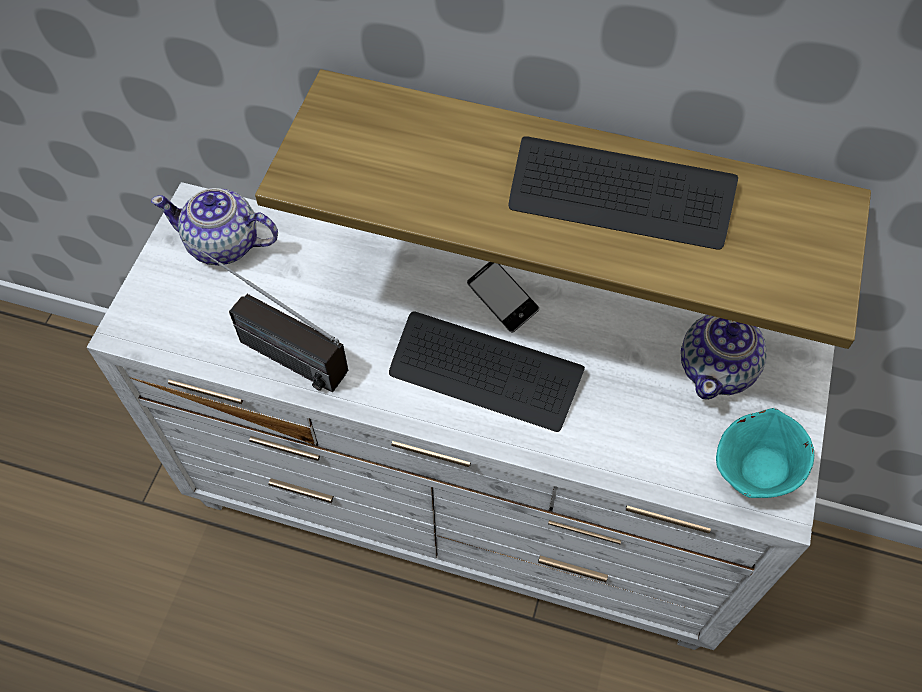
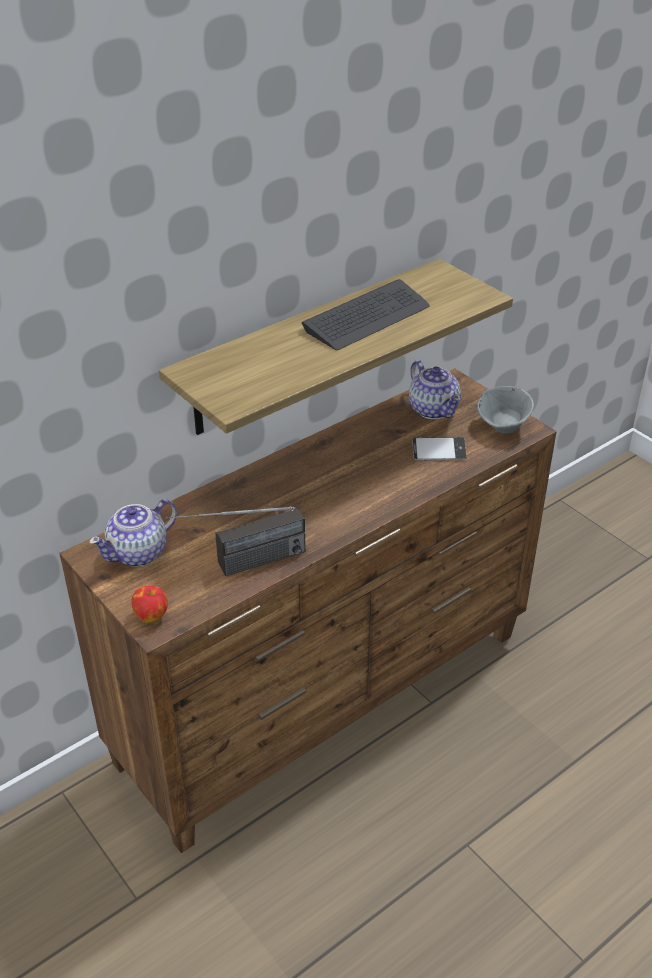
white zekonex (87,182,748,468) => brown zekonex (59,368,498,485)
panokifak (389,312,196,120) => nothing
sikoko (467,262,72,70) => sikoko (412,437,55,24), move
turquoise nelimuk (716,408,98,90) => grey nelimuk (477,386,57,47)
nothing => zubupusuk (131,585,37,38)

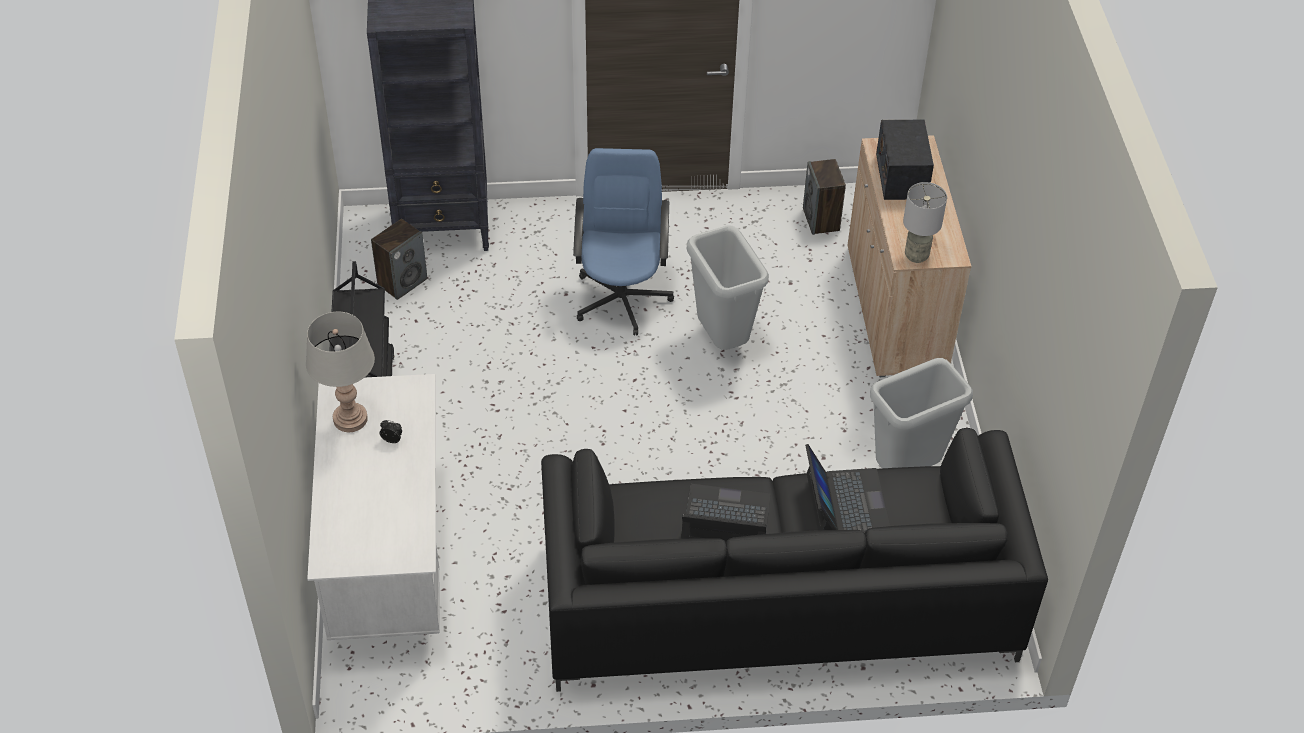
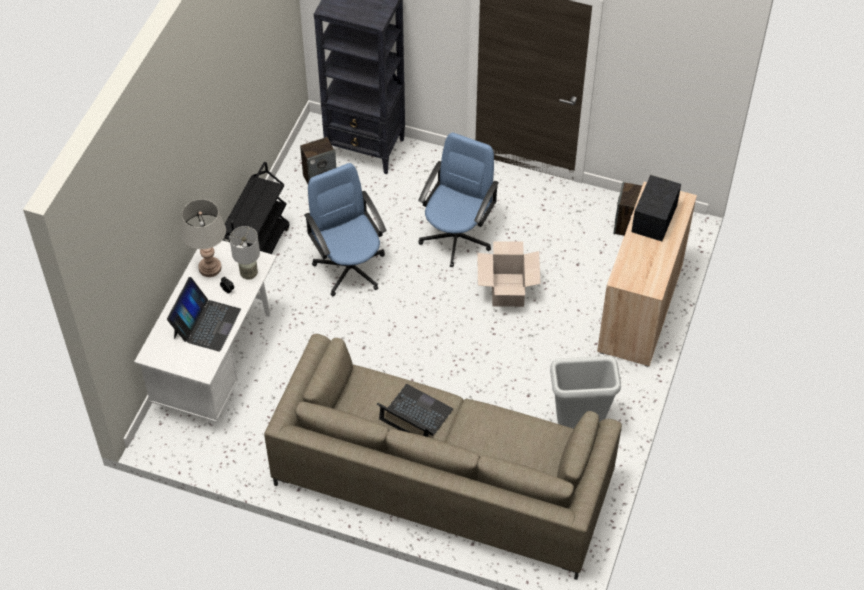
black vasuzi (541,428,507,264) => beige vasuzi (264,334,358,246)
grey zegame (687,225,82,125) => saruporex (477,241,64,66)
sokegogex (805,444,85,89) => sokegogex (167,277,74,75), move
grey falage (903,182,44,81) => grey falage (230,226,30,54), move
nothing => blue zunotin (304,163,83,133)

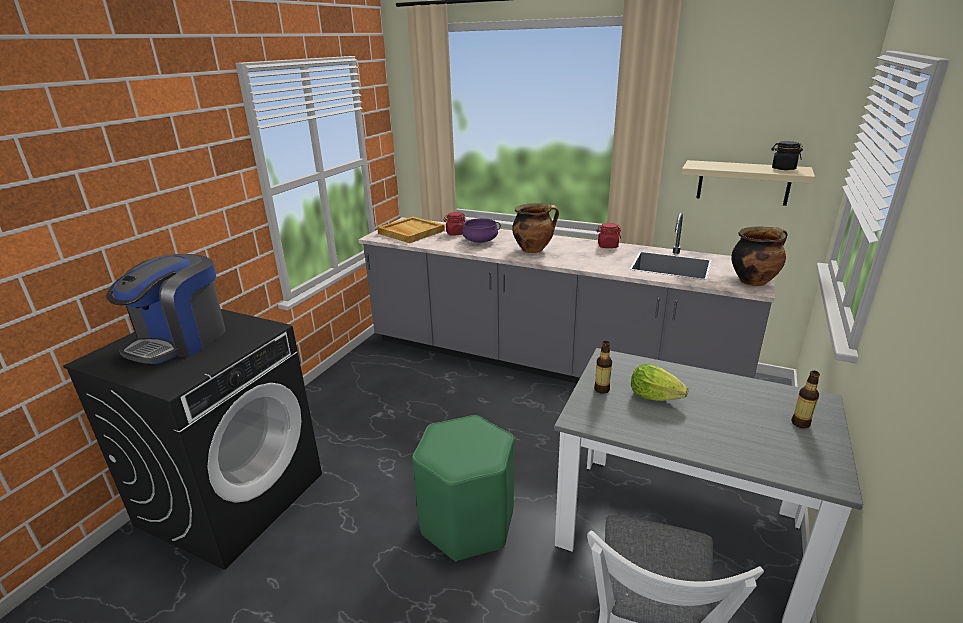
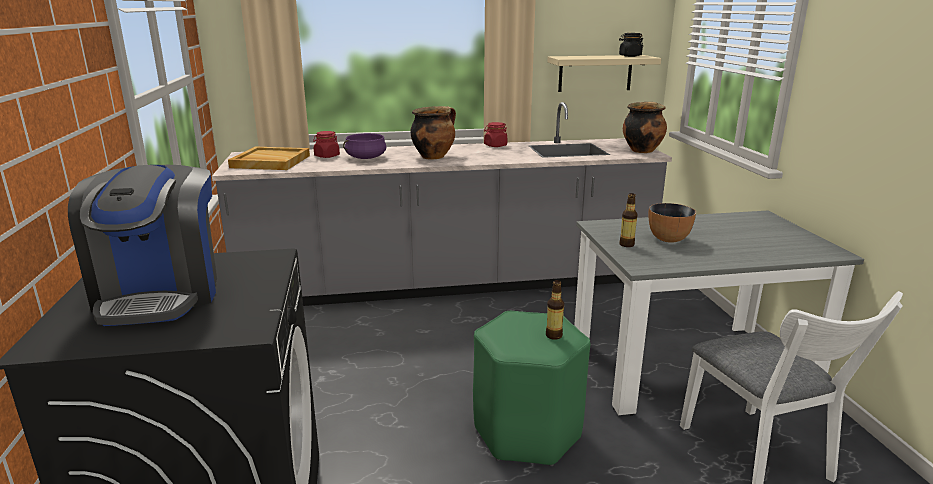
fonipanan (631,364,57,37) => nelimuk (649,203,47,40)
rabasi (792,371,28,57) => rabasi (546,280,18,60), move

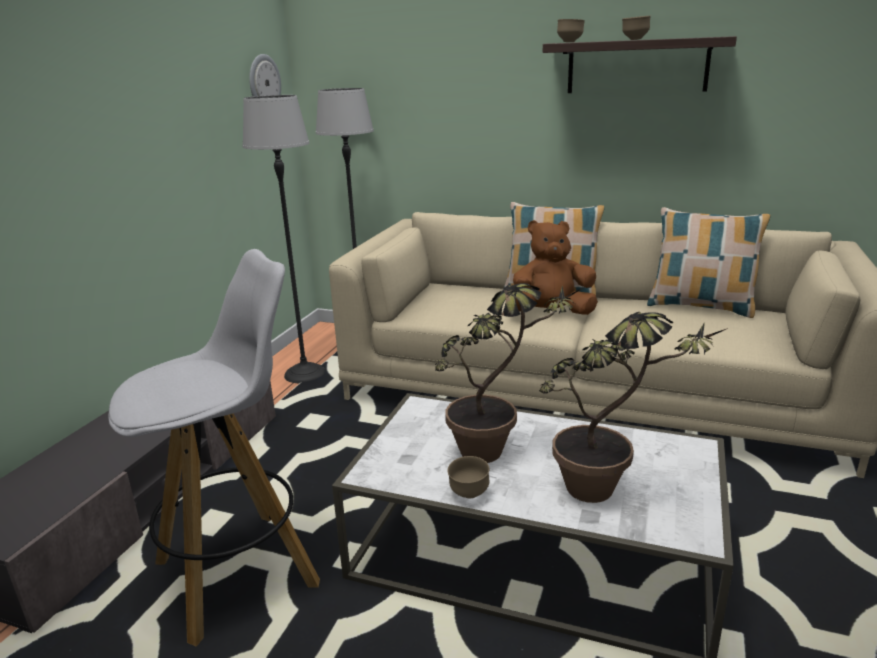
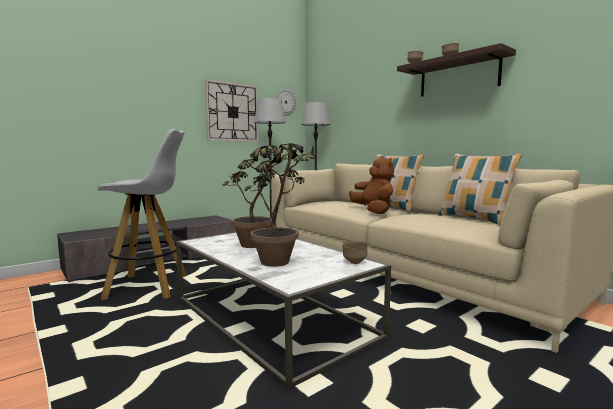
brown nelimuk (447,456,42,42) => brown nelimuk (342,241,26,23), move
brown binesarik (513,220,85,95) => brown binesarik (349,156,45,58), 45 degrees clockwise
nothing => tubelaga (205,79,54,63)

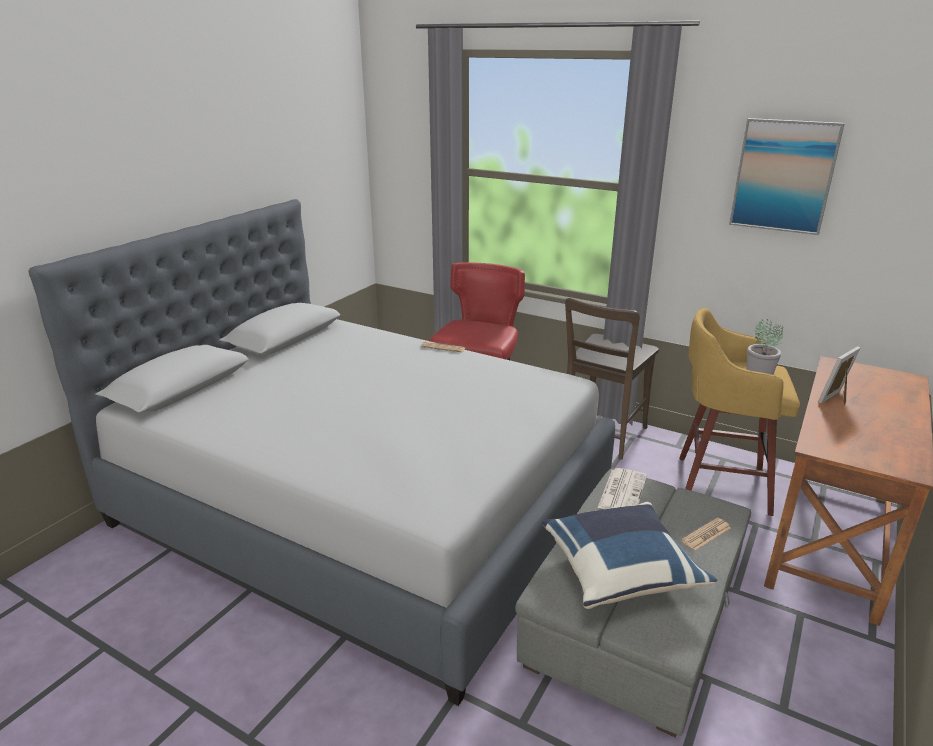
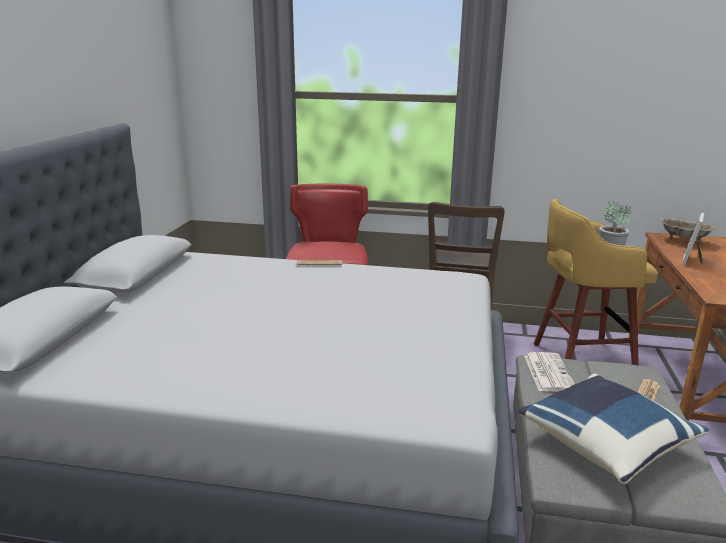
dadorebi (729,118,116,117) => nothing
nothing => beige nelimuk (660,217,57,29)

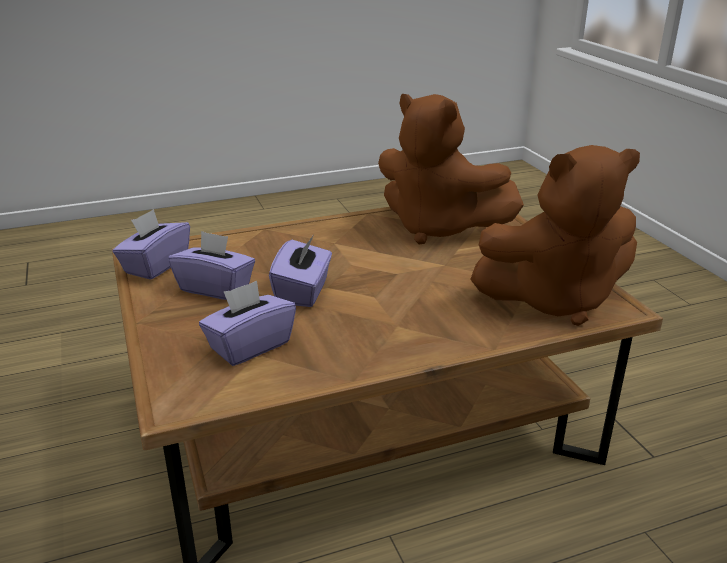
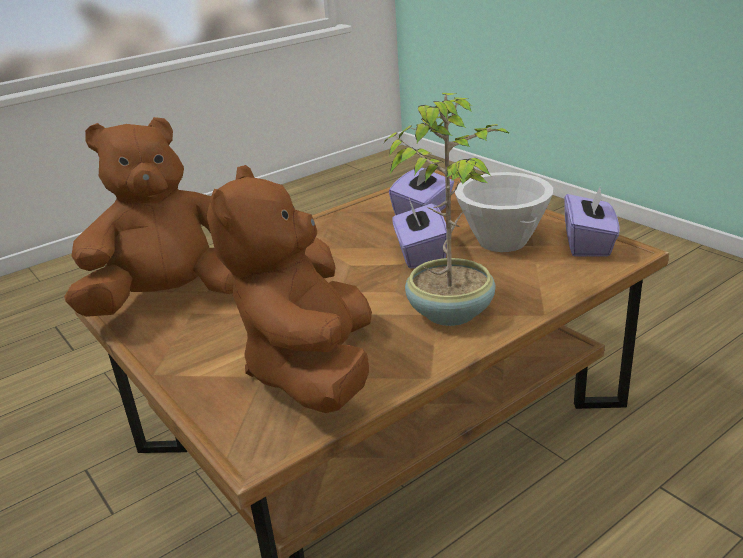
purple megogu (168,231,87,69) => white nelimuk (455,172,98,80)
brown binesarik (378,94,146,150) => brown binesarik (207,165,165,248), 105 degrees counterclockwise
nothing => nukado (384,93,126,233)

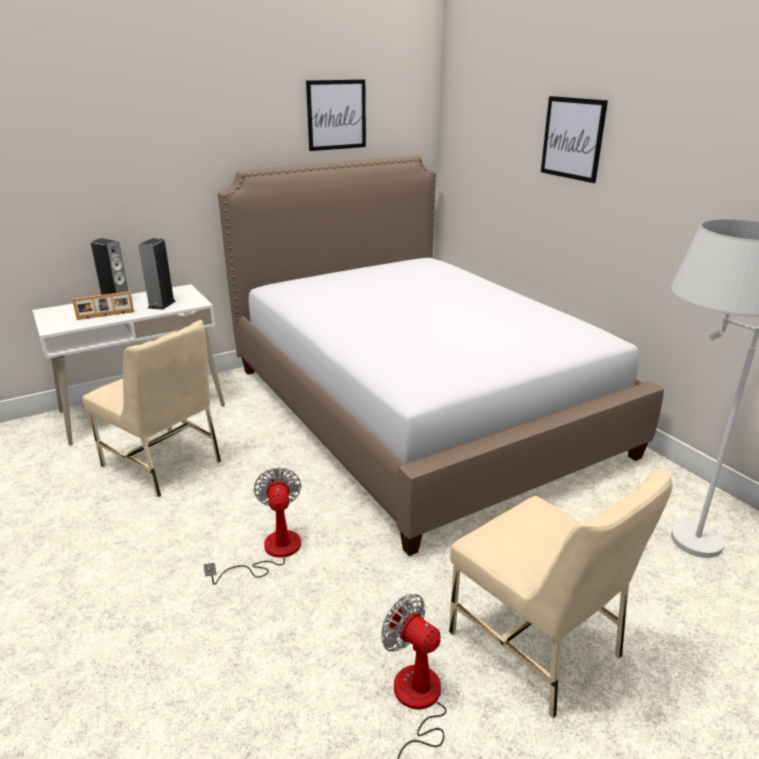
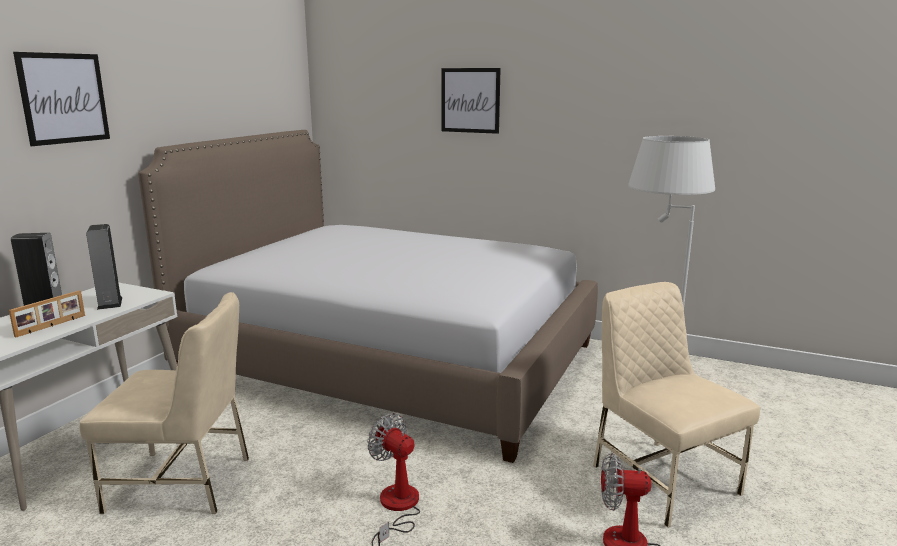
dadorebi (306,79,60,72) => dadorebi (13,52,97,94), move
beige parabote (449,469,224,249) => beige parabote (593,282,167,246), 135 degrees counterclockwise

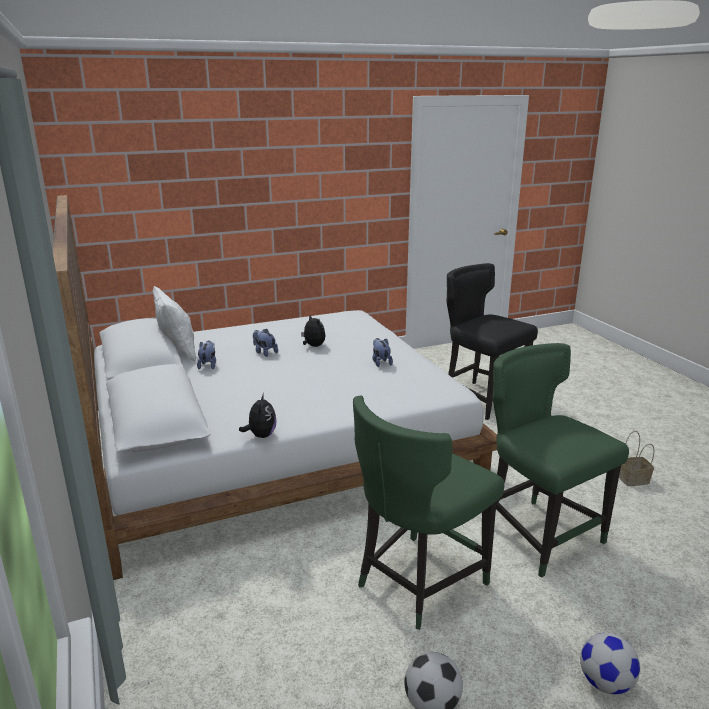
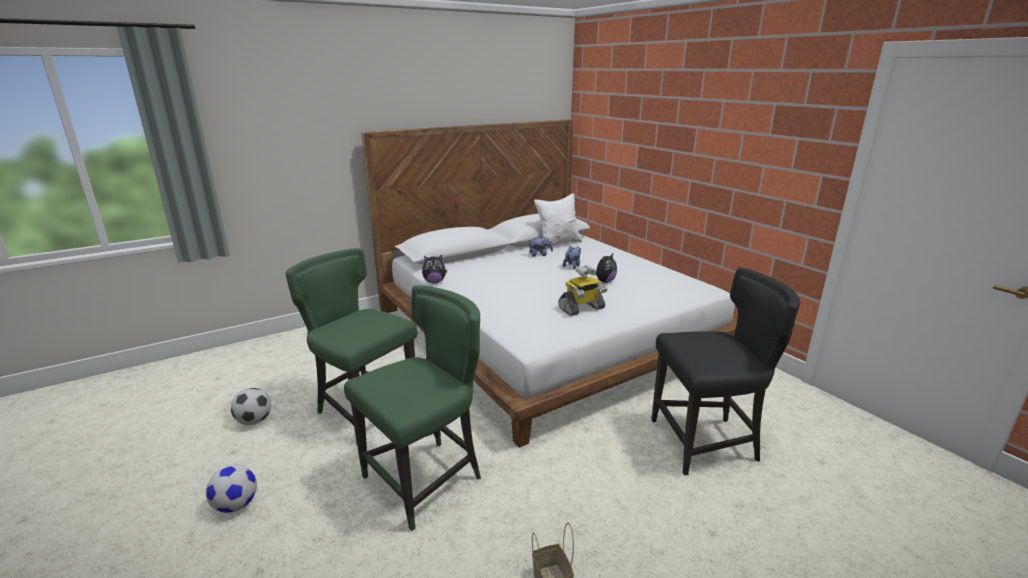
binesarik (373,338,20,29) => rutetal (558,265,49,51)
black parabote (446,263,92,157) => black parabote (651,267,149,208), 45 degrees clockwise

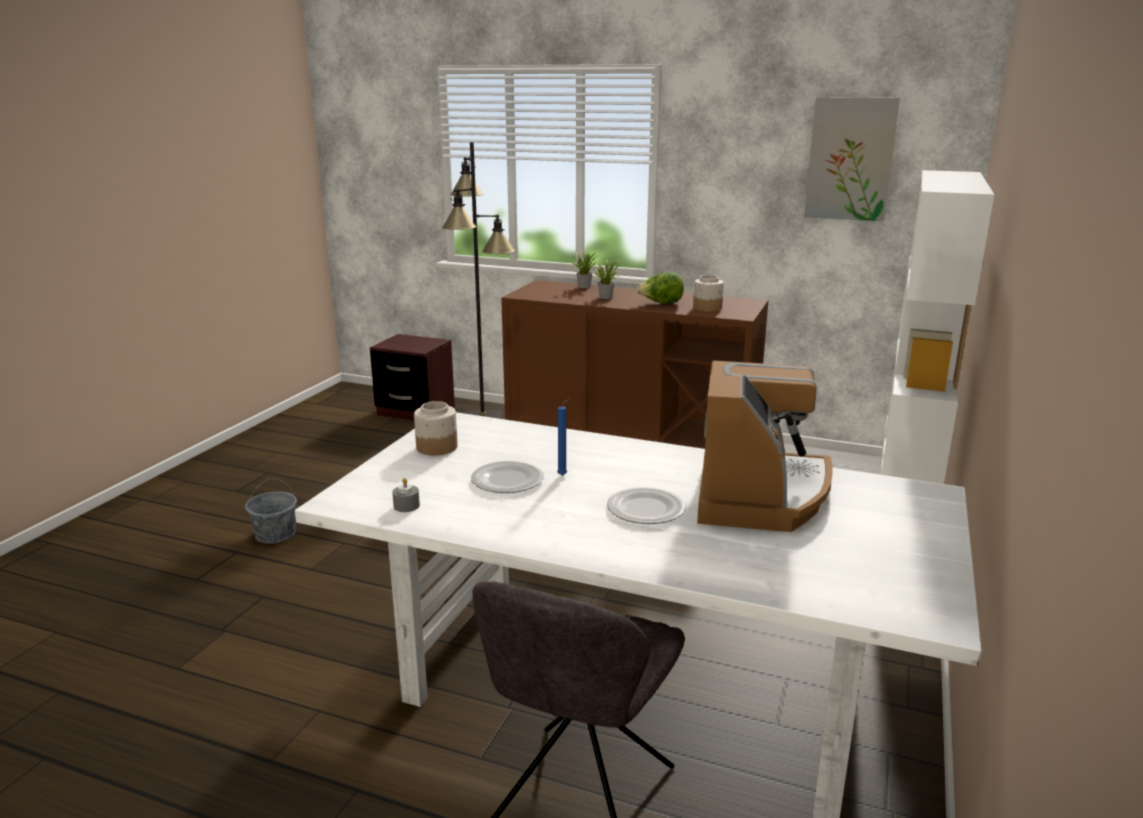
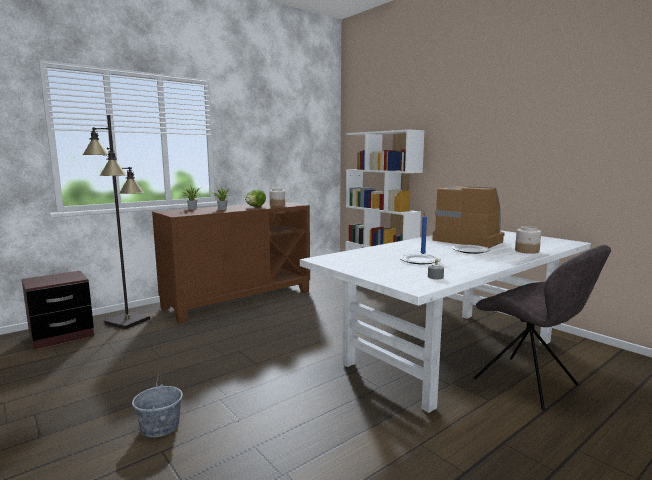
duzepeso (414,401,44,54) => duzepeso (515,226,26,28), move
dadorebi (804,97,96,124) => nothing

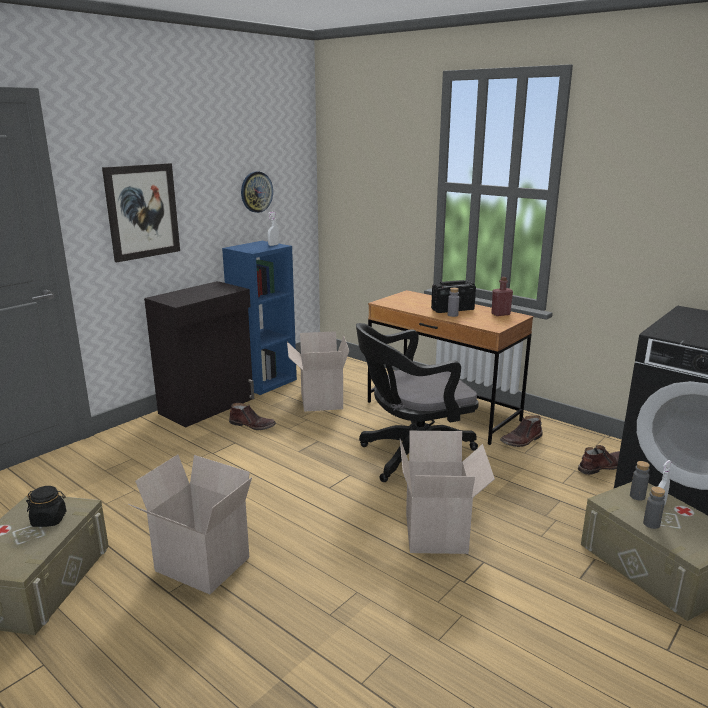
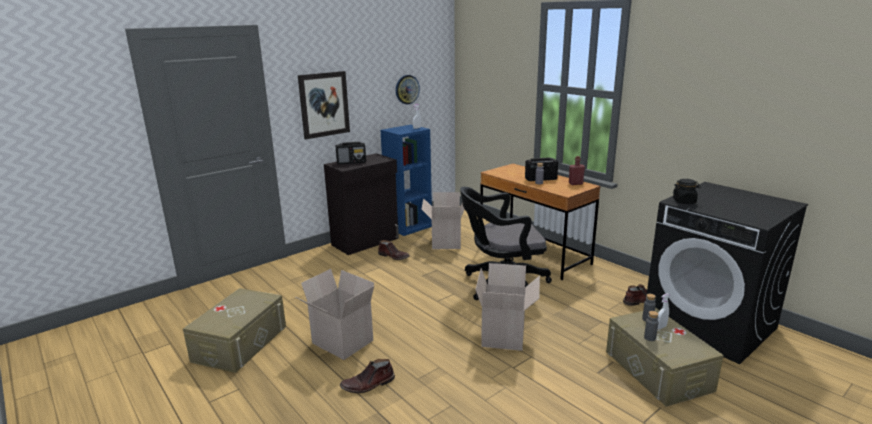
black duzepeso (26,486,40,41) => black duzepeso (673,179,27,25), move
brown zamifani (500,415,43,32) => brown zamifani (340,359,55,34), move
nothing => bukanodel (336,142,30,22)

